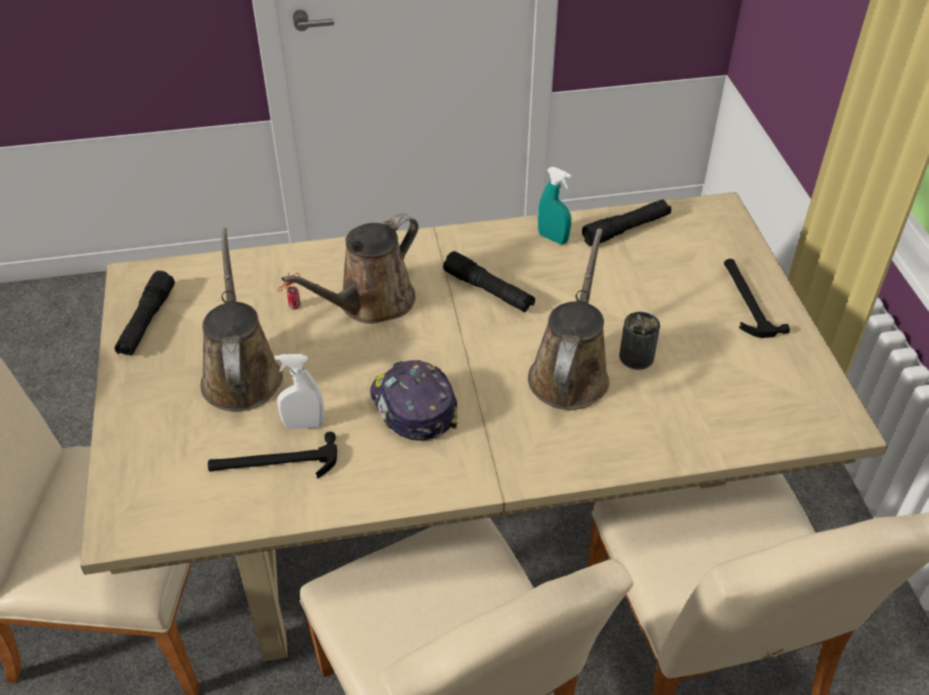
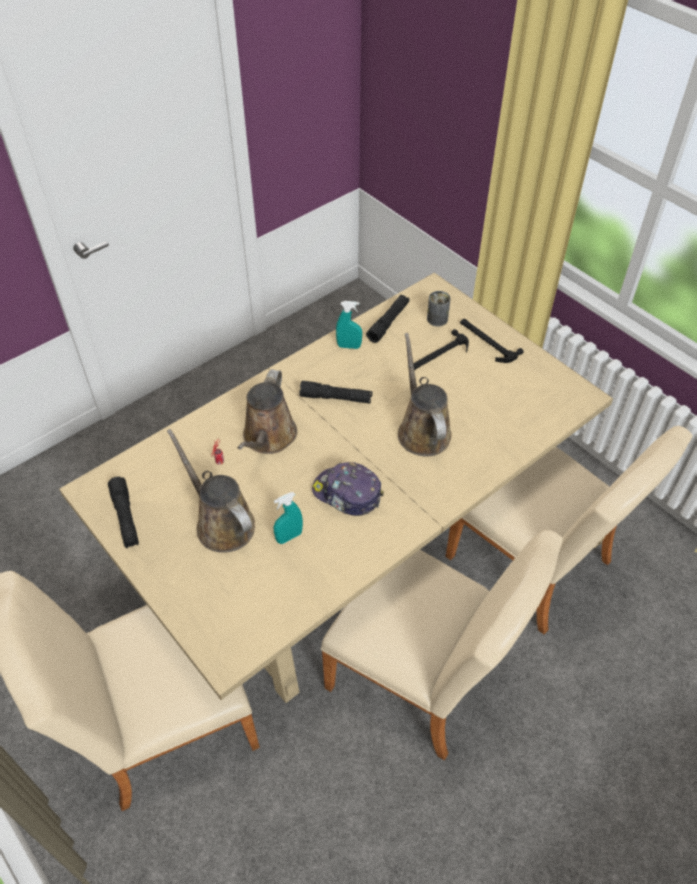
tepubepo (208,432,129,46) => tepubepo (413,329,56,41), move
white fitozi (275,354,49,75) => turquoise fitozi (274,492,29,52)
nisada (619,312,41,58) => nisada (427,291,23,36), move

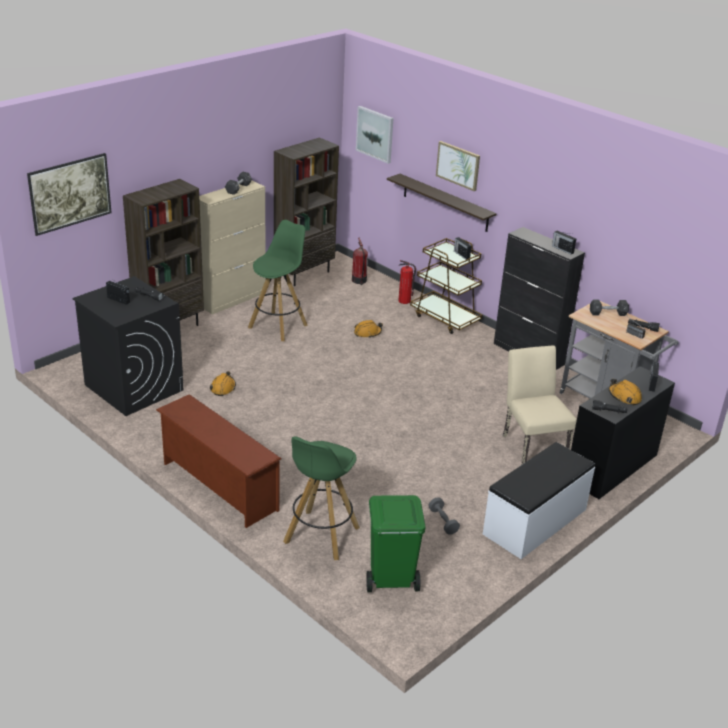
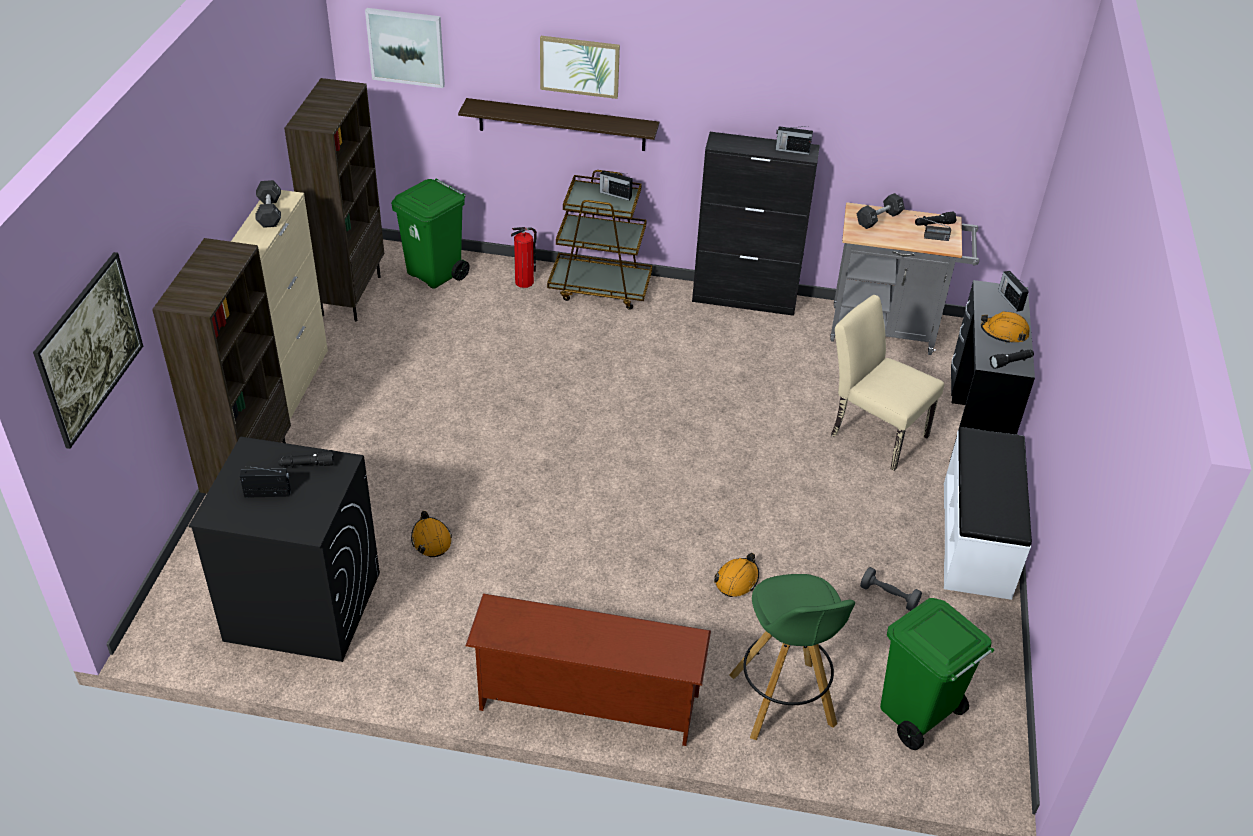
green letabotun (248,220,60,121) => nothing
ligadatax (352,238,16,47) => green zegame (391,179,79,109)
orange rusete (354,320,29,17) => orange rusete (714,553,45,44), move

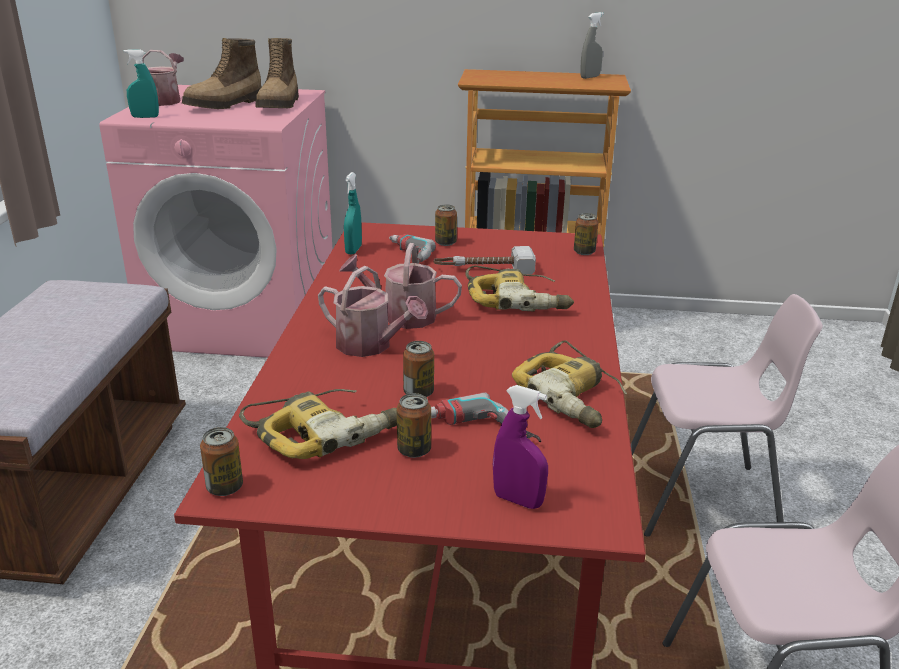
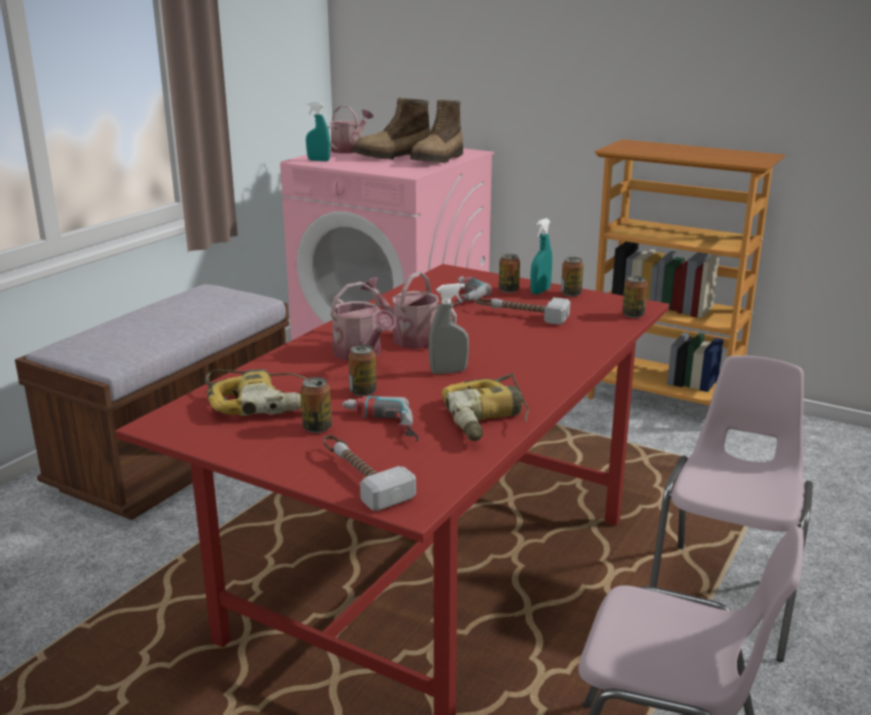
nisada (200,427,43,69) => nisada (561,257,23,40), move
turquoise fitozi (344,172,18,83) => turquoise fitozi (530,218,22,76), move
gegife (466,265,108,46) => nothing
purple fitozi (493,385,55,124) => tepubepo (323,435,93,76)
grey fitozi (580,12,24,67) => grey fitozi (429,283,40,91), move
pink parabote (631,294,192,243) => pink parabote (650,355,163,307), 90 degrees counterclockwise

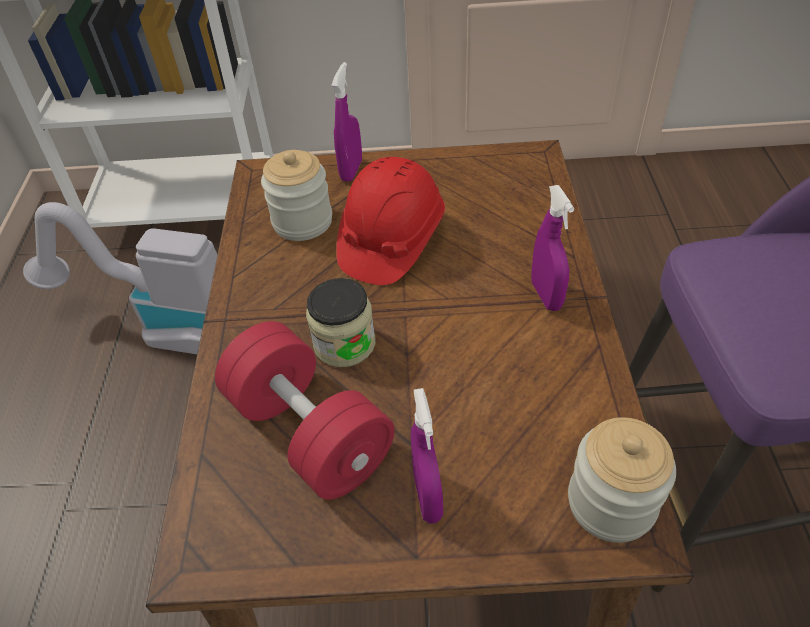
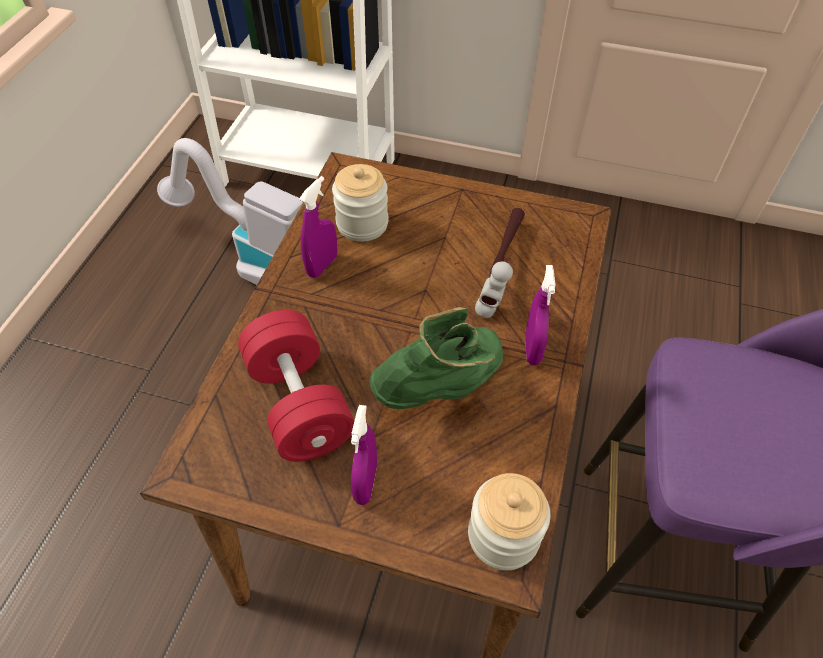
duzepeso (306,278,70,89) => nothing
purple fitozi (331,62,31,120) => purple fitozi (299,176,38,102), move
red rusete (336,157,109,128) => nothing
nothing => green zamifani (370,307,133,102)
nothing => tepubepo (475,208,50,110)

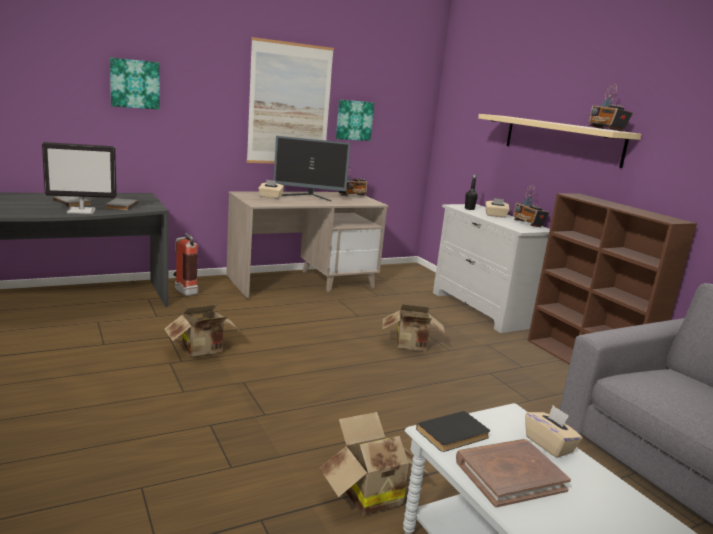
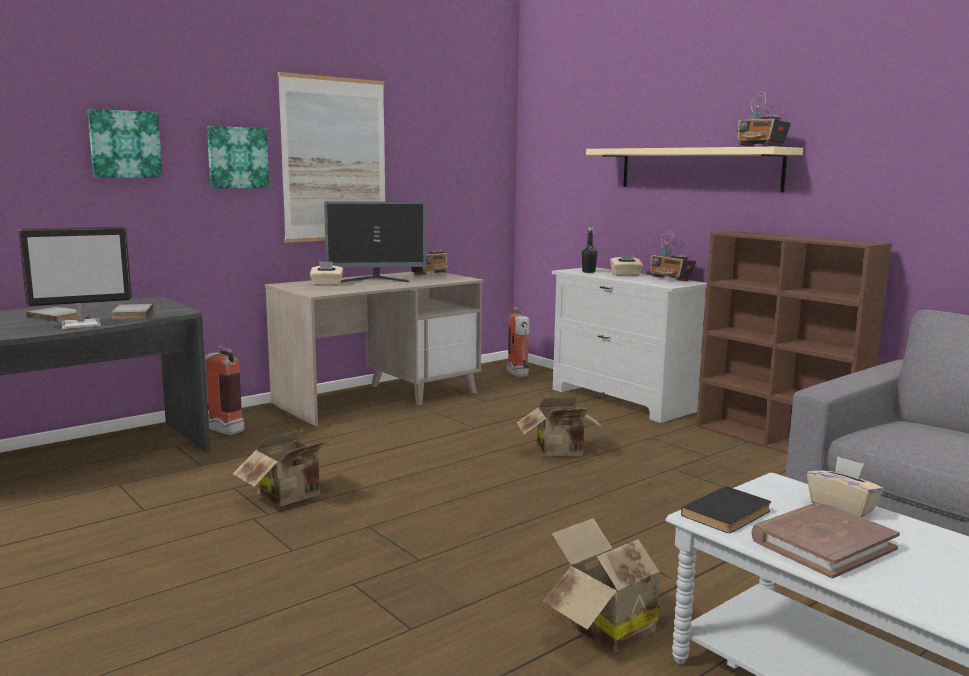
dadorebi (336,100,38,41) => dadorebi (207,126,62,62), move
nothing => ligadatax (507,307,23,70)

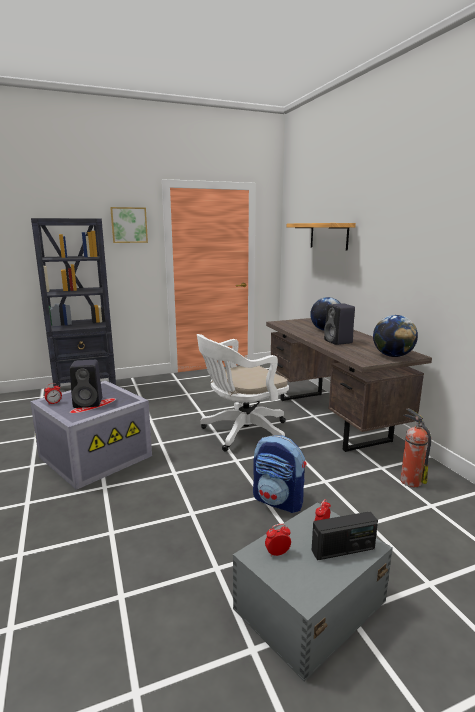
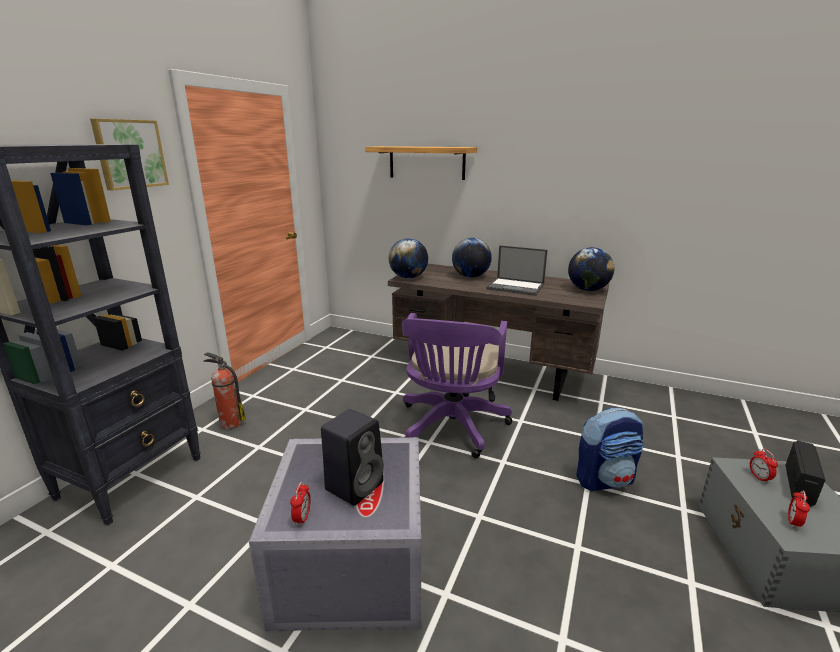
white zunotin (197,334,92,117) => purple zunotin (402,313,110,145)
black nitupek (324,303,31,42) => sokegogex (486,245,62,51)
ligadatax (400,408,31,79) => ligadatax (203,352,43,77), move
nothing => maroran (389,238,39,41)

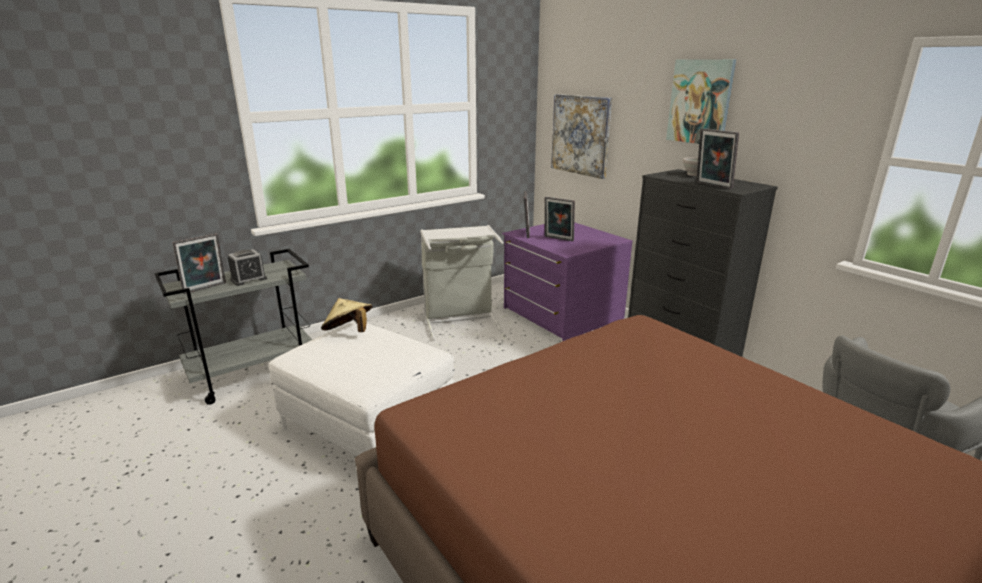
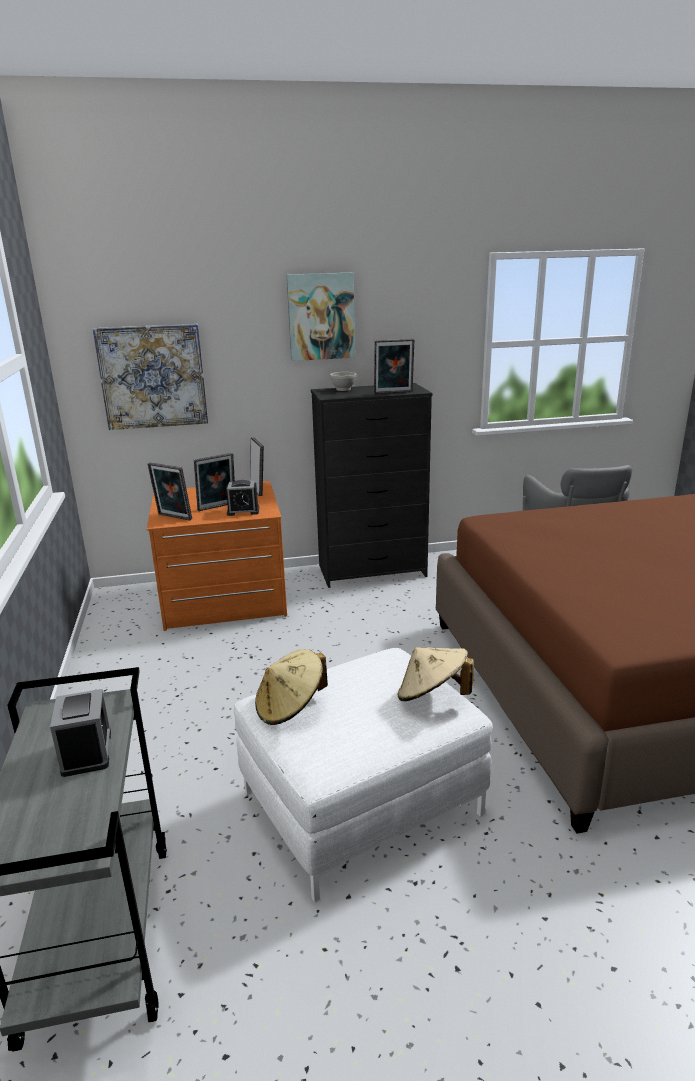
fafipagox (172,233,54,61) => fafipagox (250,437,14,59), move
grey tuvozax (420,225,84,116) => nothing
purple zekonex (502,222,131,119) => orange zekonex (147,481,140,150)
nothing => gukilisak (226,480,33,36)
nothing => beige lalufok (398,647,76,54)

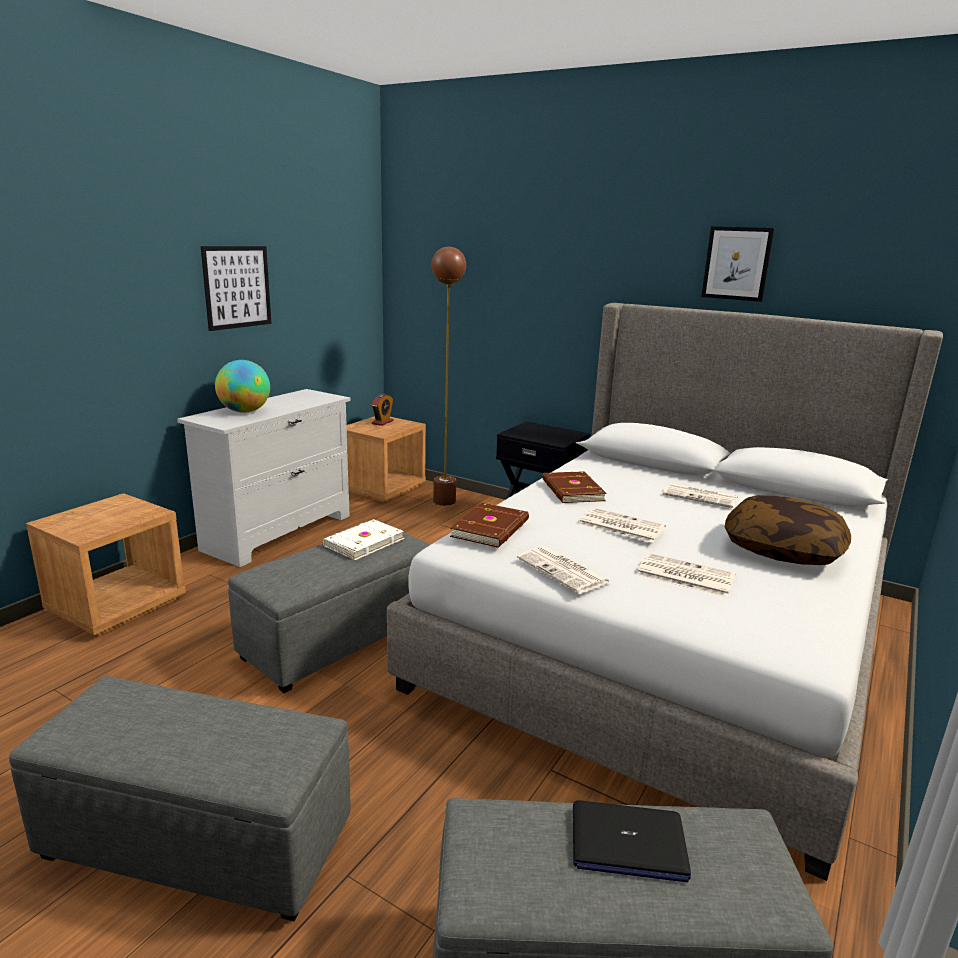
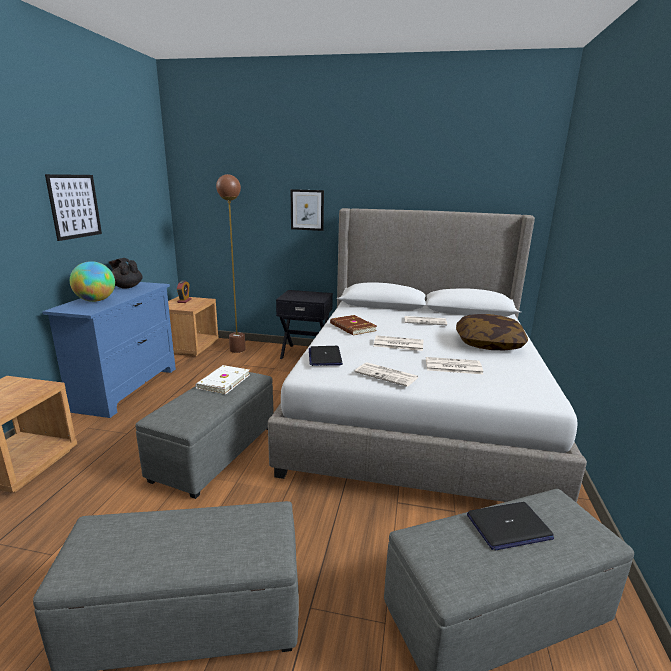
white zekonex (177,389,174,178) => blue zekonex (42,282,134,136)
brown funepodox (450,503,79,45) => sokegogex (309,346,34,20)
dadorebi (701,226,74,76) => dadorebi (291,189,33,42), move
nothing => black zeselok (109,258,33,30)

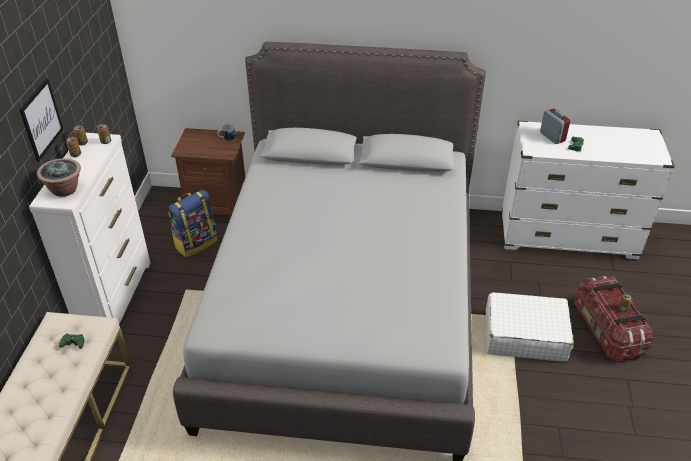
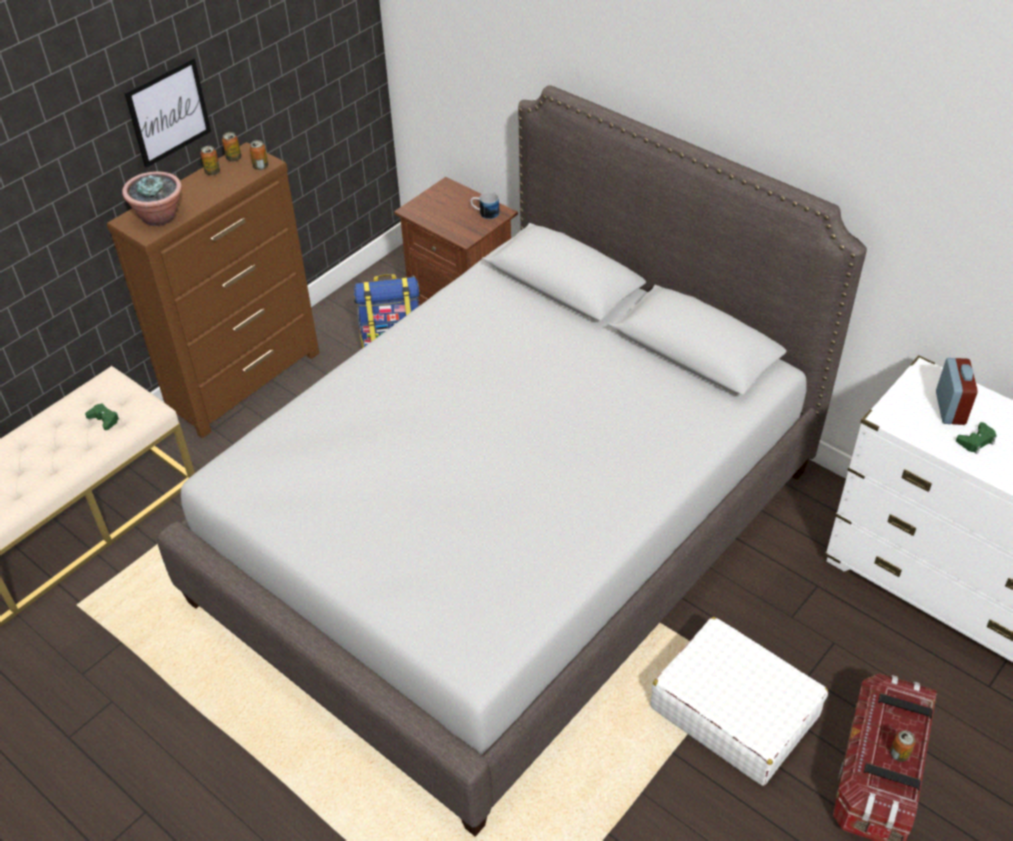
white zekonex (29,133,122,191) => brown zekonex (107,142,212,296)

